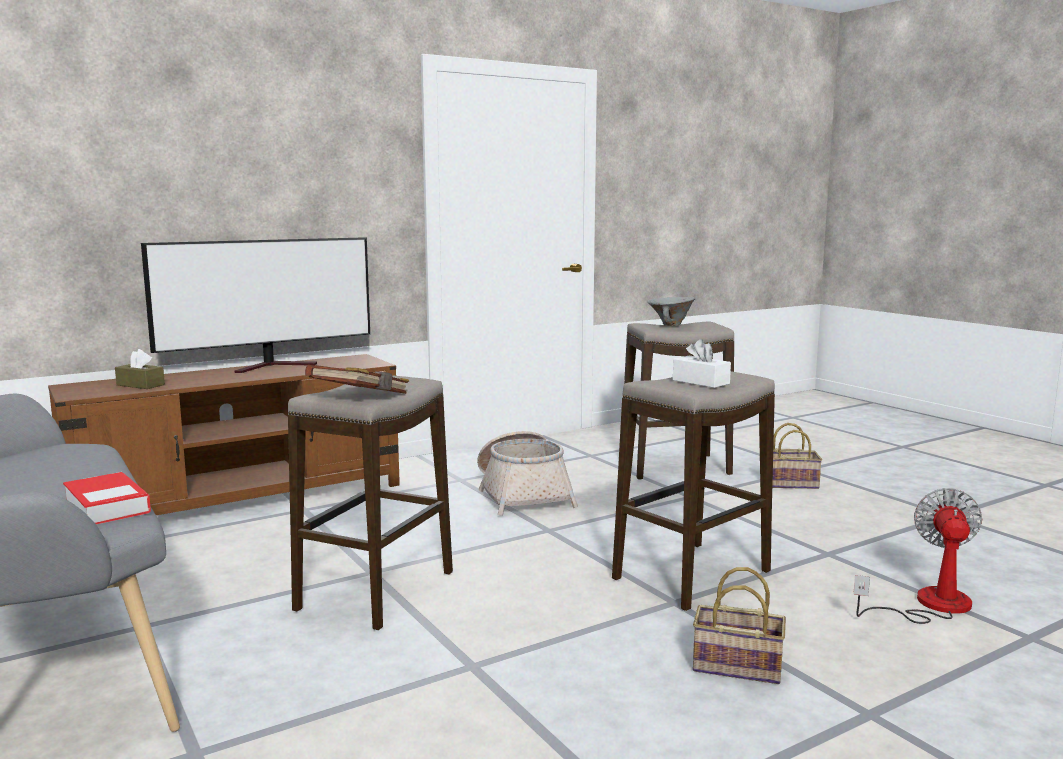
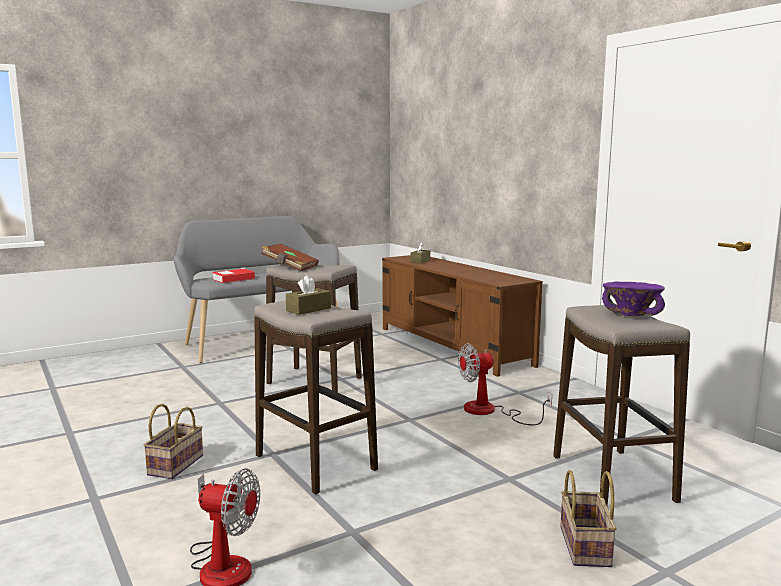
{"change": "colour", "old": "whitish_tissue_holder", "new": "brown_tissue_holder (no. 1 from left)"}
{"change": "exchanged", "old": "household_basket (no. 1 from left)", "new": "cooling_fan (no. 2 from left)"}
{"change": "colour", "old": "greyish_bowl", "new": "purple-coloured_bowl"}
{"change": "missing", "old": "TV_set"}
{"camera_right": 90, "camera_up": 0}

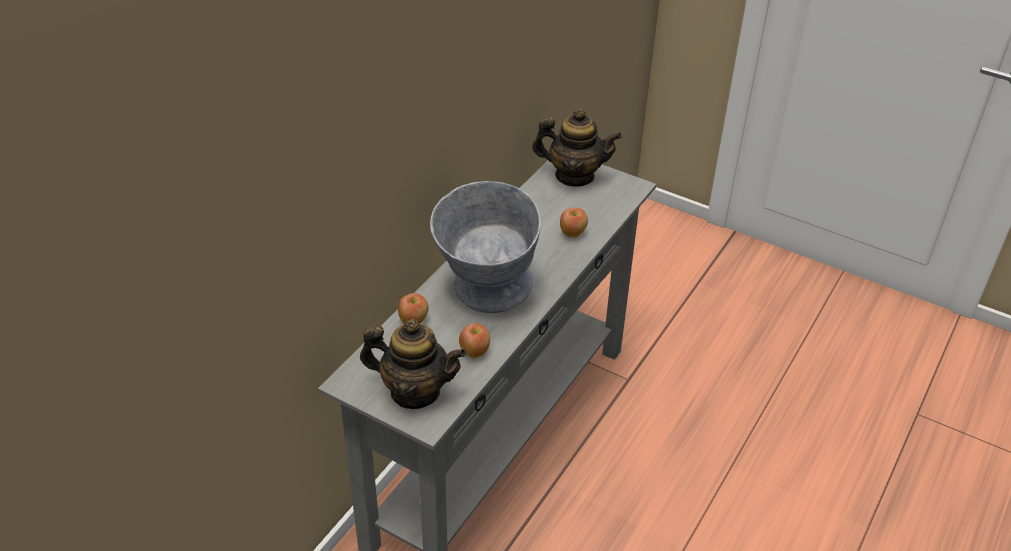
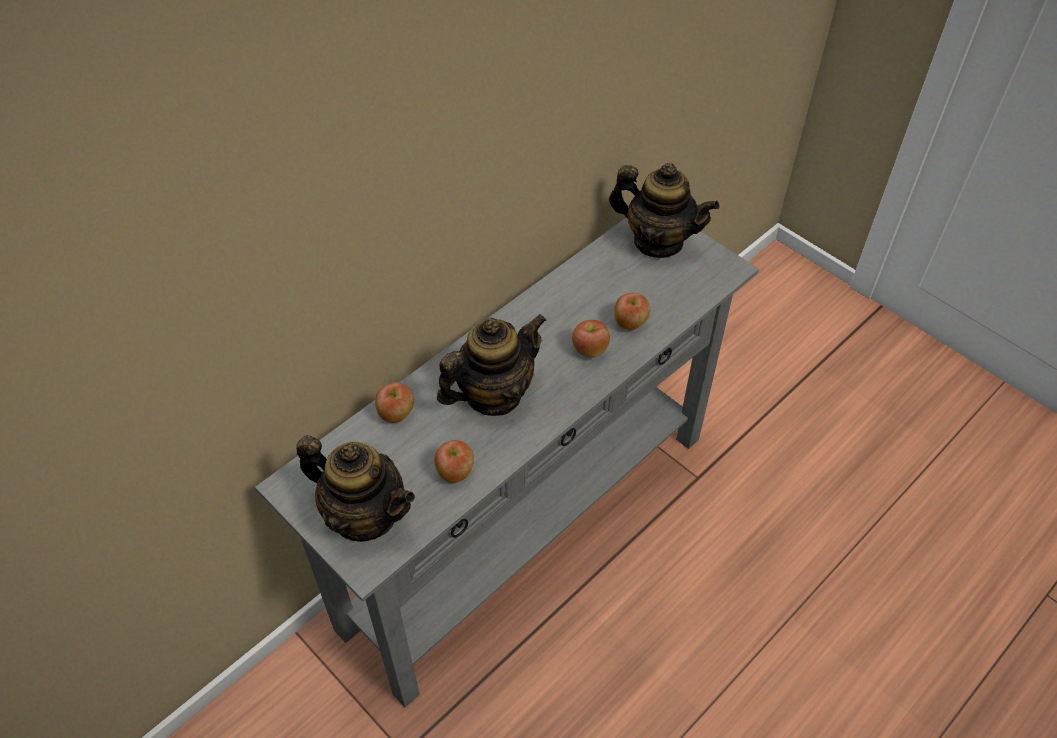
{"change": "exchanged", "old": "greyish_bowl", "new": "pot_for_tea (no. 2 from left)"}
{"change": "appeared", "new": "whole_apple (no. 3 from left)"}
{"camera_right": 15, "camera_up": 10}

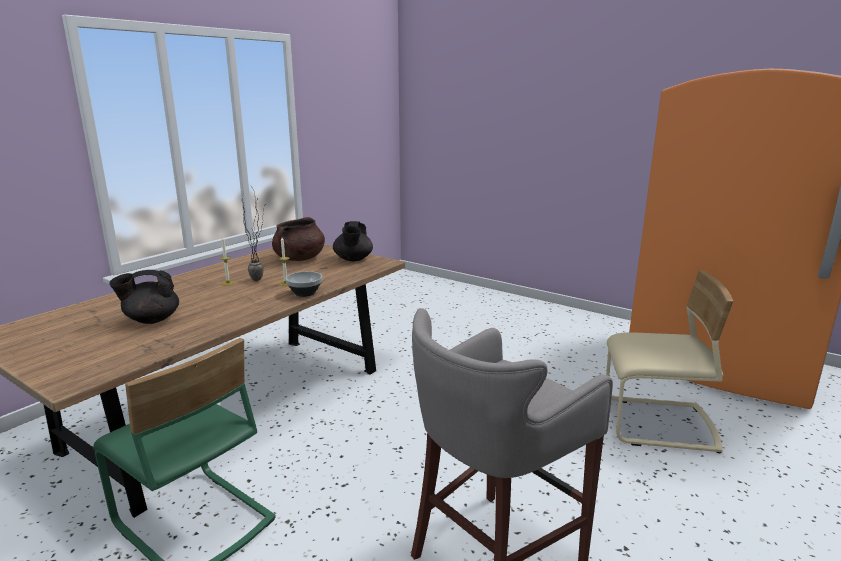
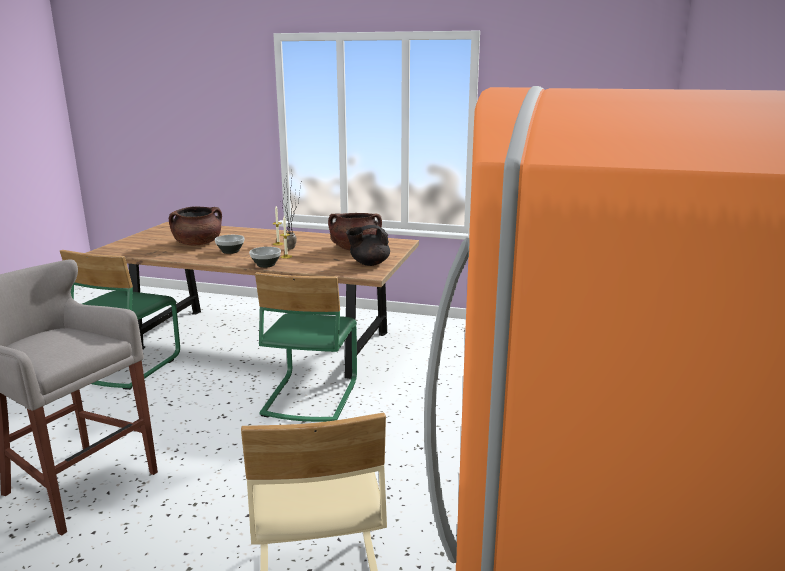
{"change": "exchanged", "old": "black_pot_for_tea (no. 1 from left)", "new": "brown_saucepot (no. 1 from left)"}
{"change": "appeared", "new": "bowl (no. 1 from left)"}
{"change": "appeared", "new": "greenish_plain_chair (no. 2 from left)"}
{"camera_right": 70, "camera_up": 0}

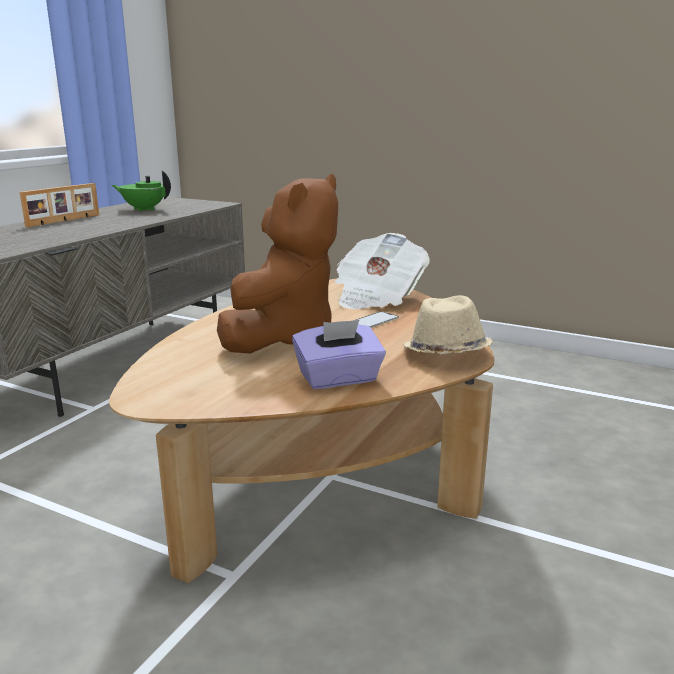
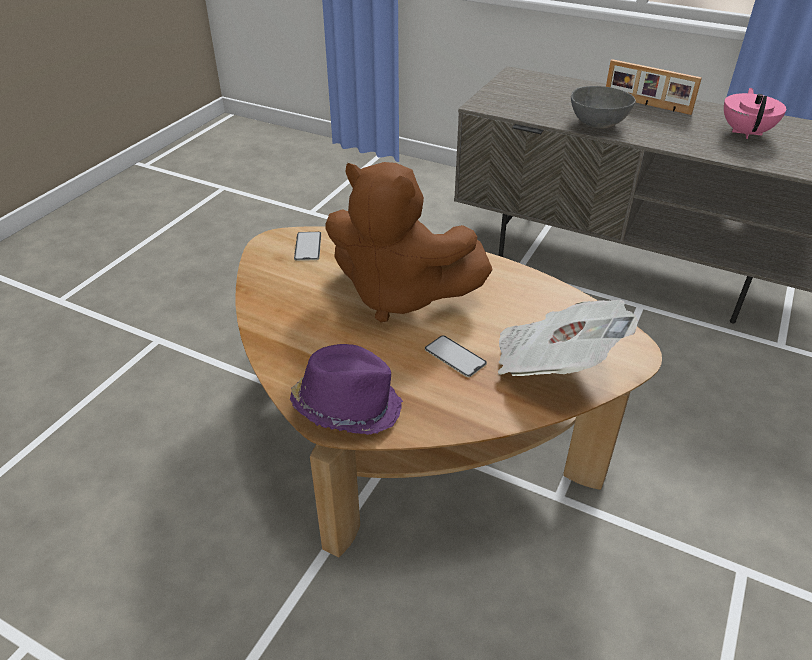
{"change": "colour", "old": "beige_wearable_hat", "new": "purple-coloured_wearable_hat"}
{"change": "appeared", "new": "telephone (no. 1 from left)"}
{"change": "appeared", "new": "greyish_bowl"}
{"change": "colour", "old": "greenish_pot_for_tea", "new": "pinkish_pot_for_tea"}
{"change": "missing", "old": "purple-coloured_tissue_holder"}
{"camera_right": 90, "camera_up": 20}

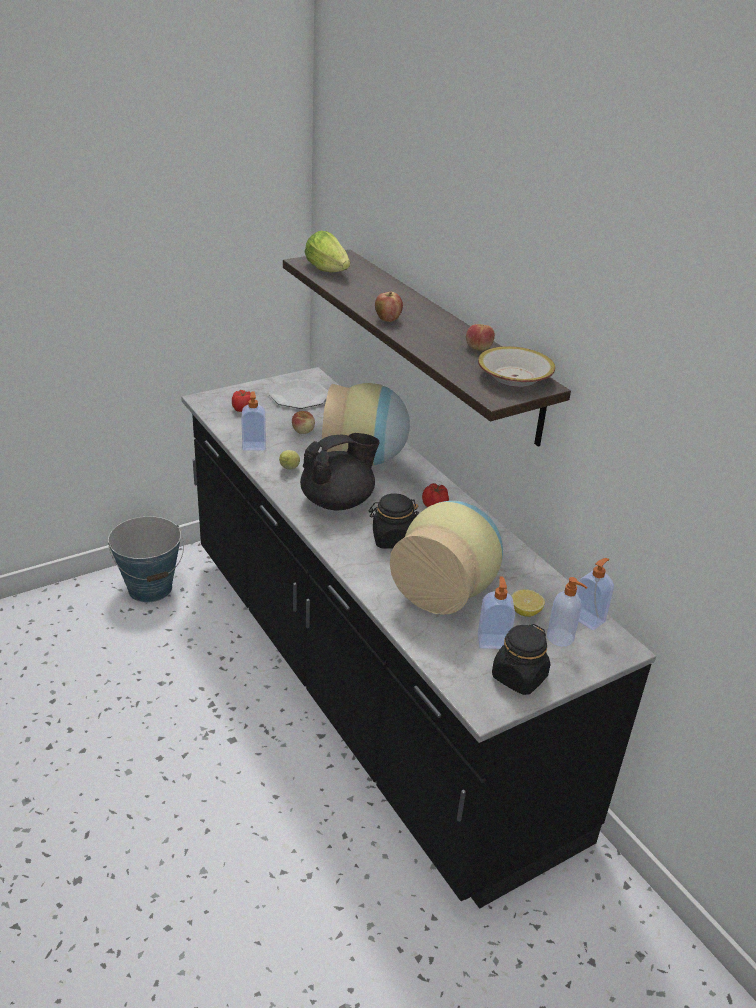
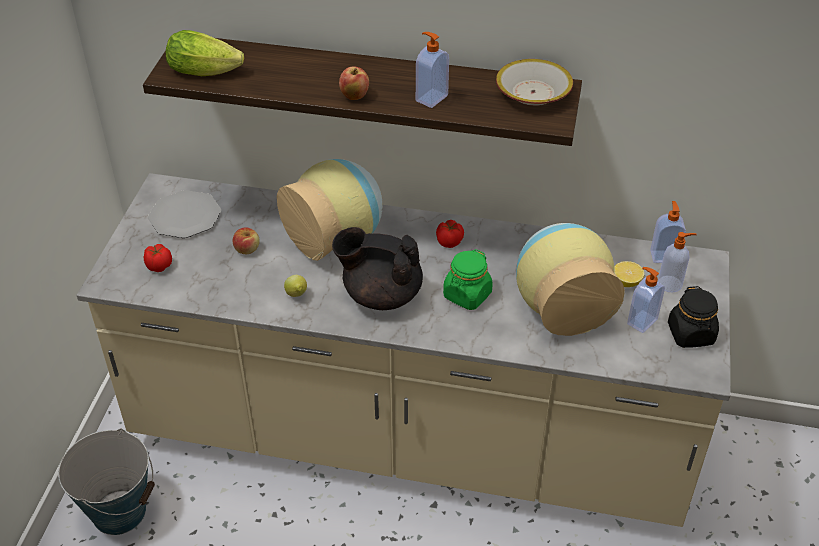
{"change": "colour", "old": "black_kitchen_counter", "new": "beige_kitchen_counter"}
{"change": "spun", "old": "black_pot_for_tea", "degrees": -90}
{"change": "relocated", "old": "soap_dispenser (no. 1 from left)"}
{"change": "colour", "old": "black_preserve_jar (no. 1 from left)", "new": "greenish_preserve_jar"}
{"change": "missing", "old": "whole_apple (no. 3 from left)"}
{"camera_right": -45, "camera_up": 10}

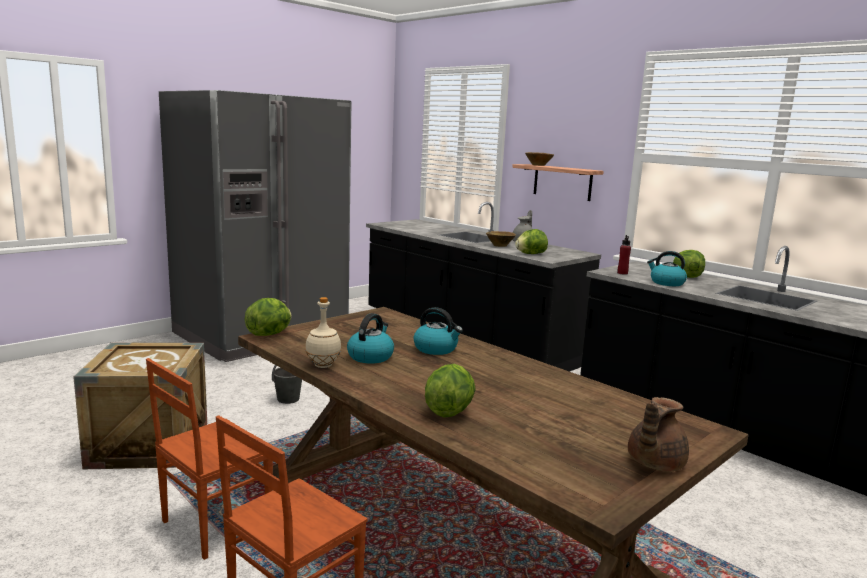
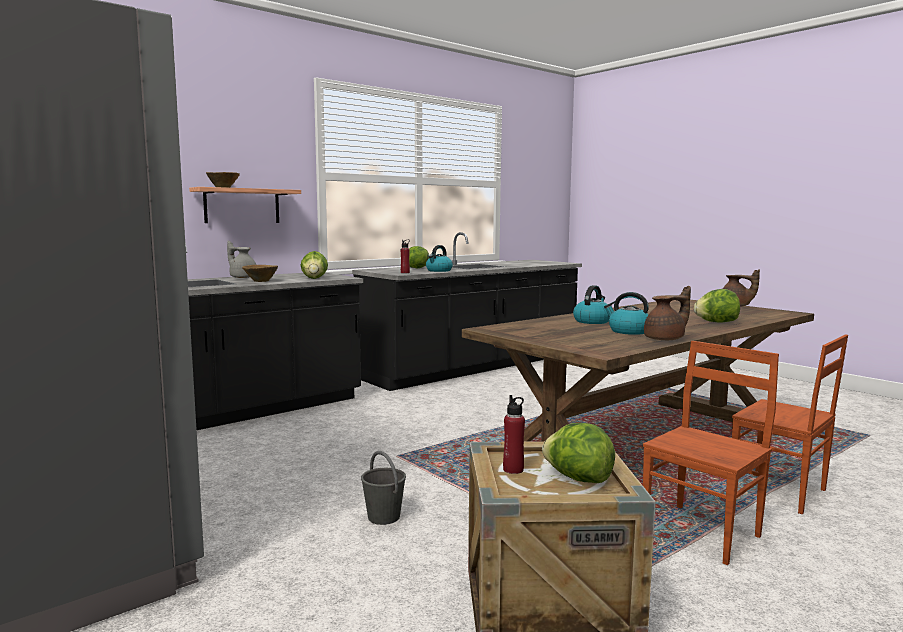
{"change": "appeared", "new": "red-coloured_drink_bottle (no. 2 from left)"}
{"change": "relocated", "old": "lettuce_head (no. 1 from left in the first image)", "new": "lettuce_head (no. 3 from left)"}
{"change": "spun", "old": "brown_plain_chair (no. 1 from left)", "degrees": -90}
{"change": "exchanged", "old": "beige_drink_bottle", "new": "brown_pot_for_tea (no. 1 from left)"}
{"camera_right": -85, "camera_up": -5}

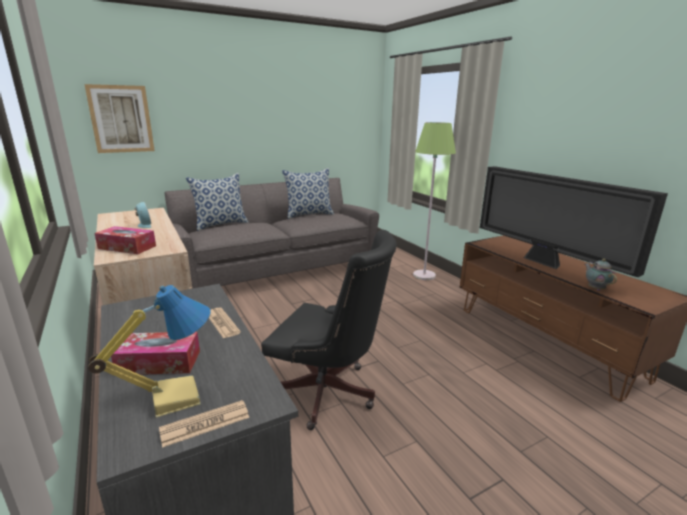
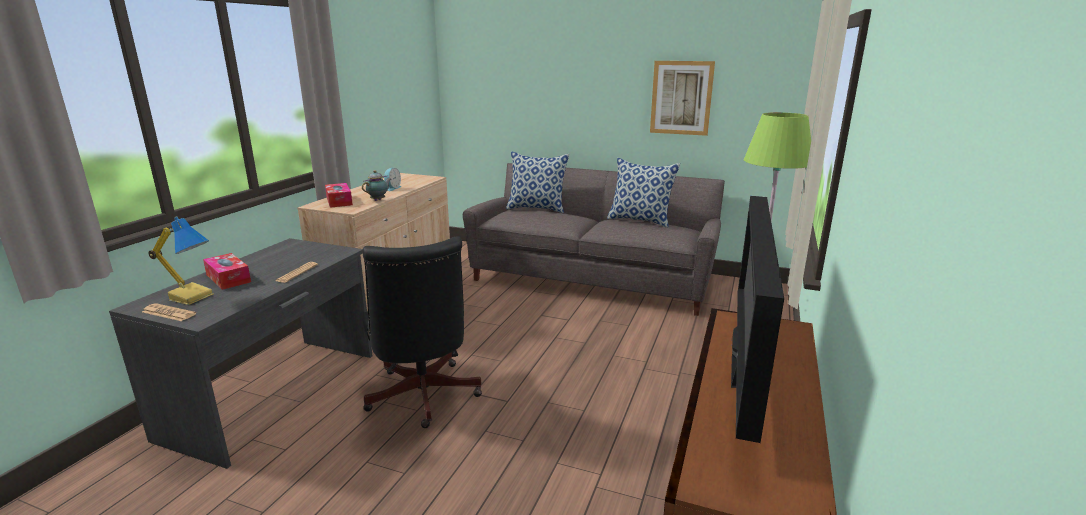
{"change": "relocated", "old": "pot_for_tea"}
{"change": "relocated", "old": "picture"}
{"camera_right": 50, "camera_up": 0}

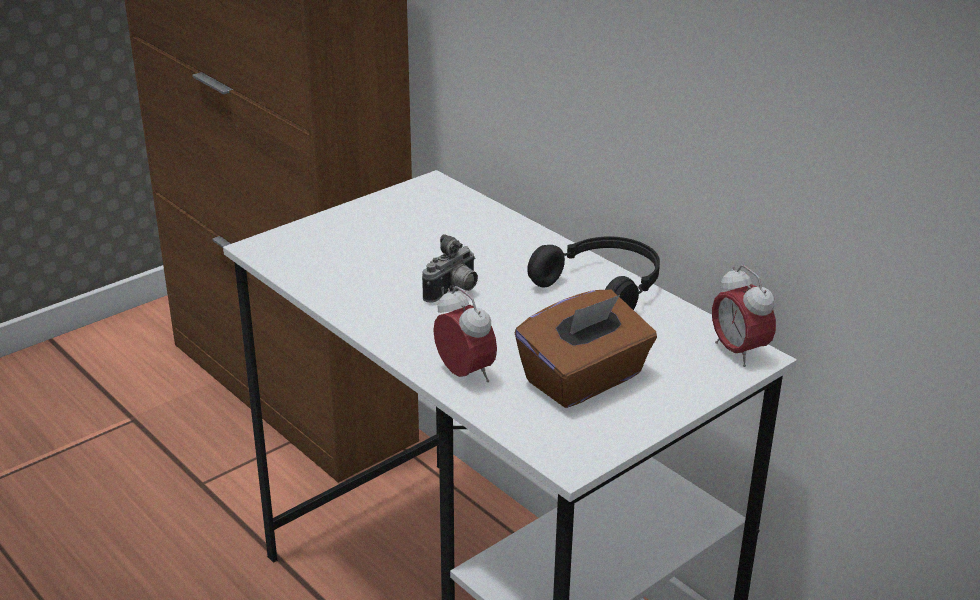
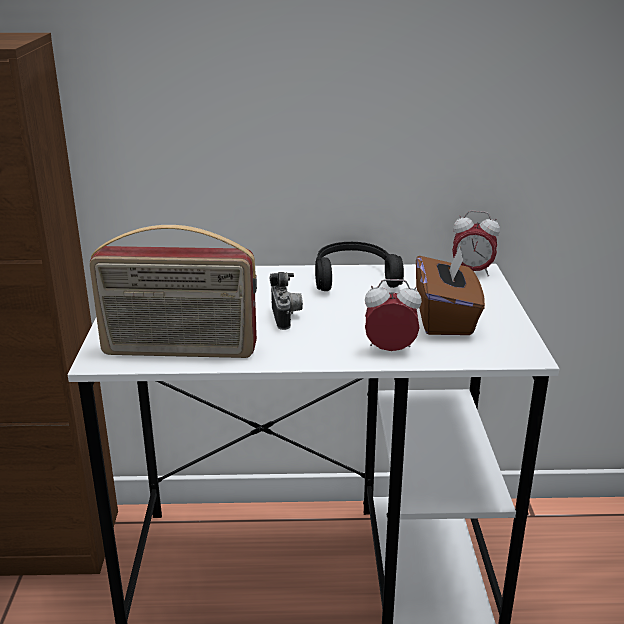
{"change": "appeared", "new": "radio_set"}
{"camera_right": -50, "camera_up": -5}

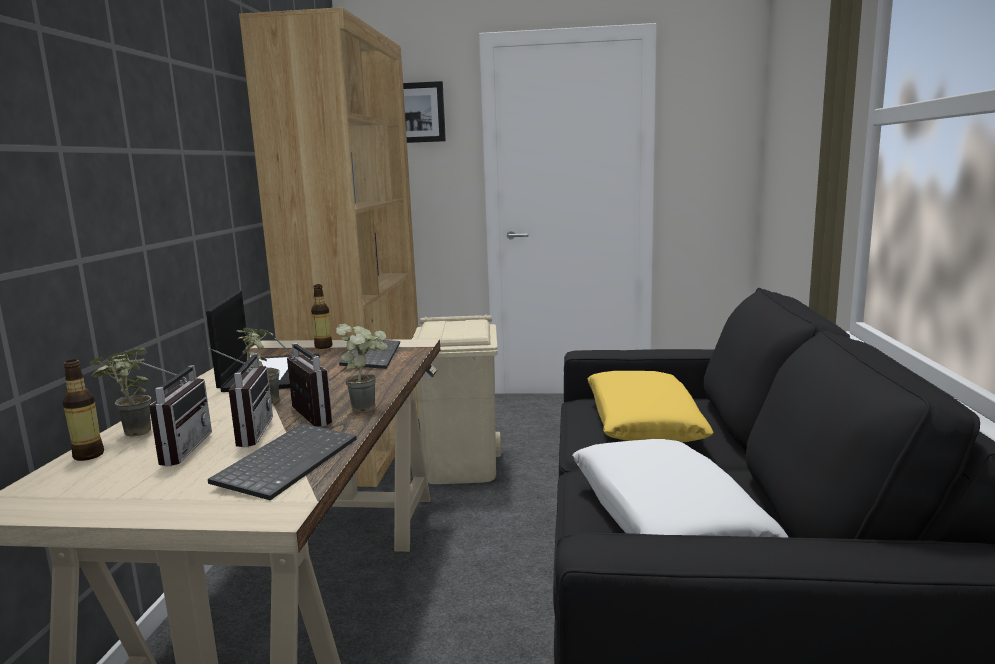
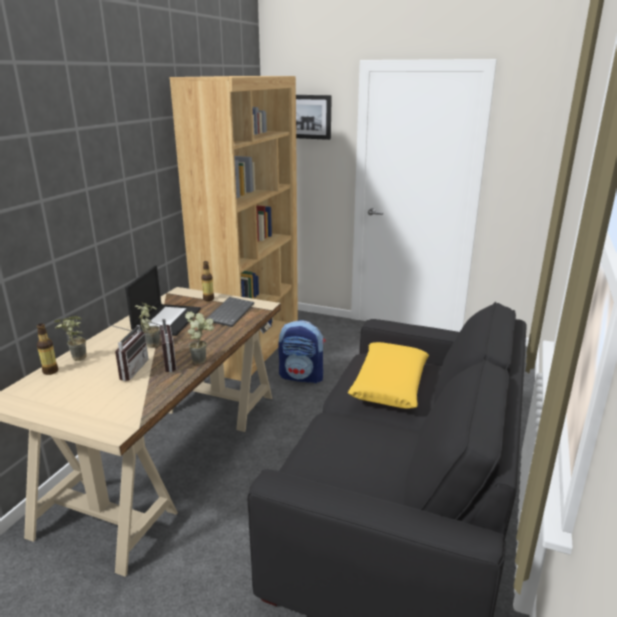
{"change": "exchanged", "old": "beige_trash_can", "new": "knapsack"}
{"change": "missing", "old": "radio_set (no. 1 from left)"}
{"change": "missing", "old": "PC_keyboard (no. 1 from left)"}
{"change": "missing", "old": "whitish_cushion"}
{"camera_right": 15, "camera_up": 10}

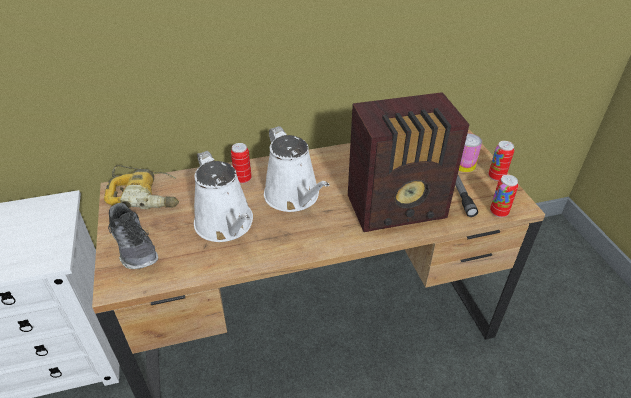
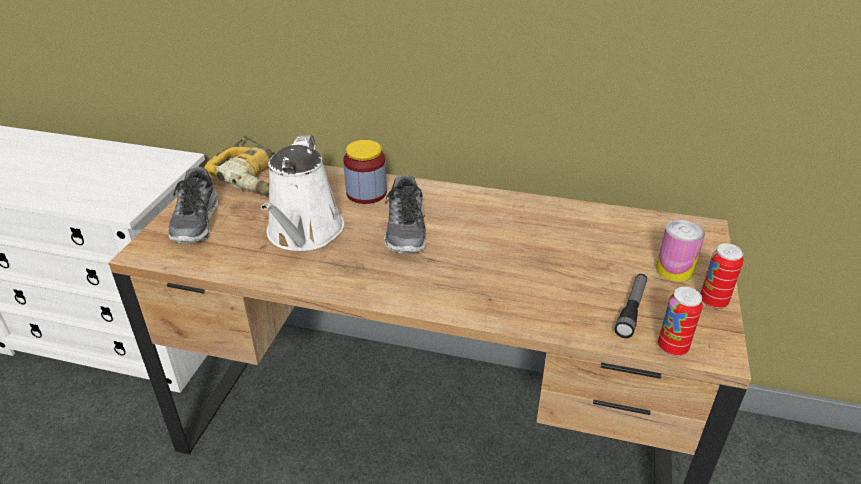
{"change": "exchanged", "old": "metal_can (no. 1 from left)", "new": "preserve_jar"}
{"change": "exchanged", "old": "whitish_watering_can (no. 2 from left)", "new": "low_shoe (no. 2 from left)"}
{"change": "missing", "old": "radio_set"}
{"camera_right": 30, "camera_up": -5}

